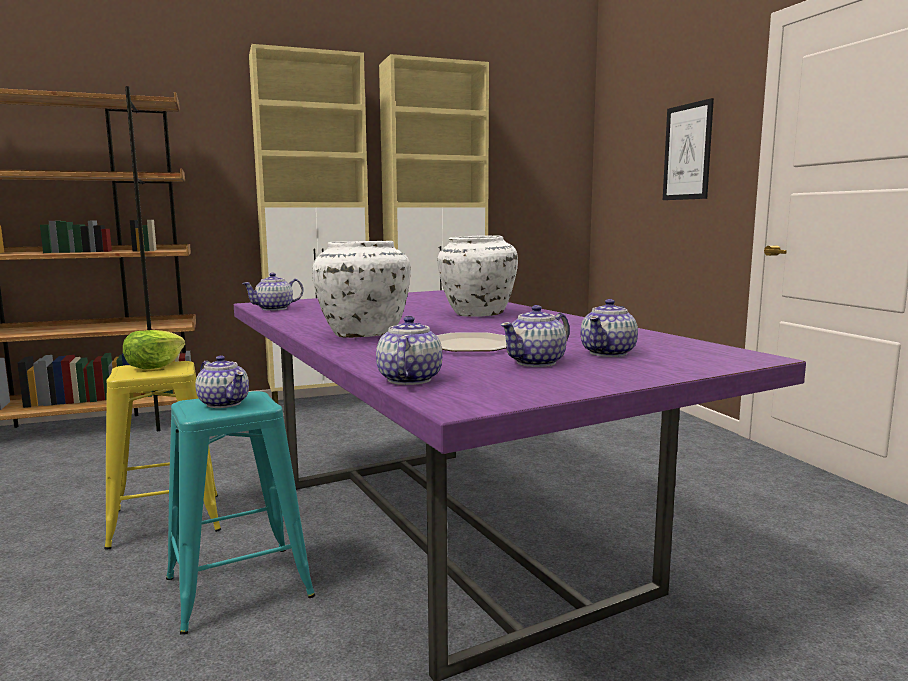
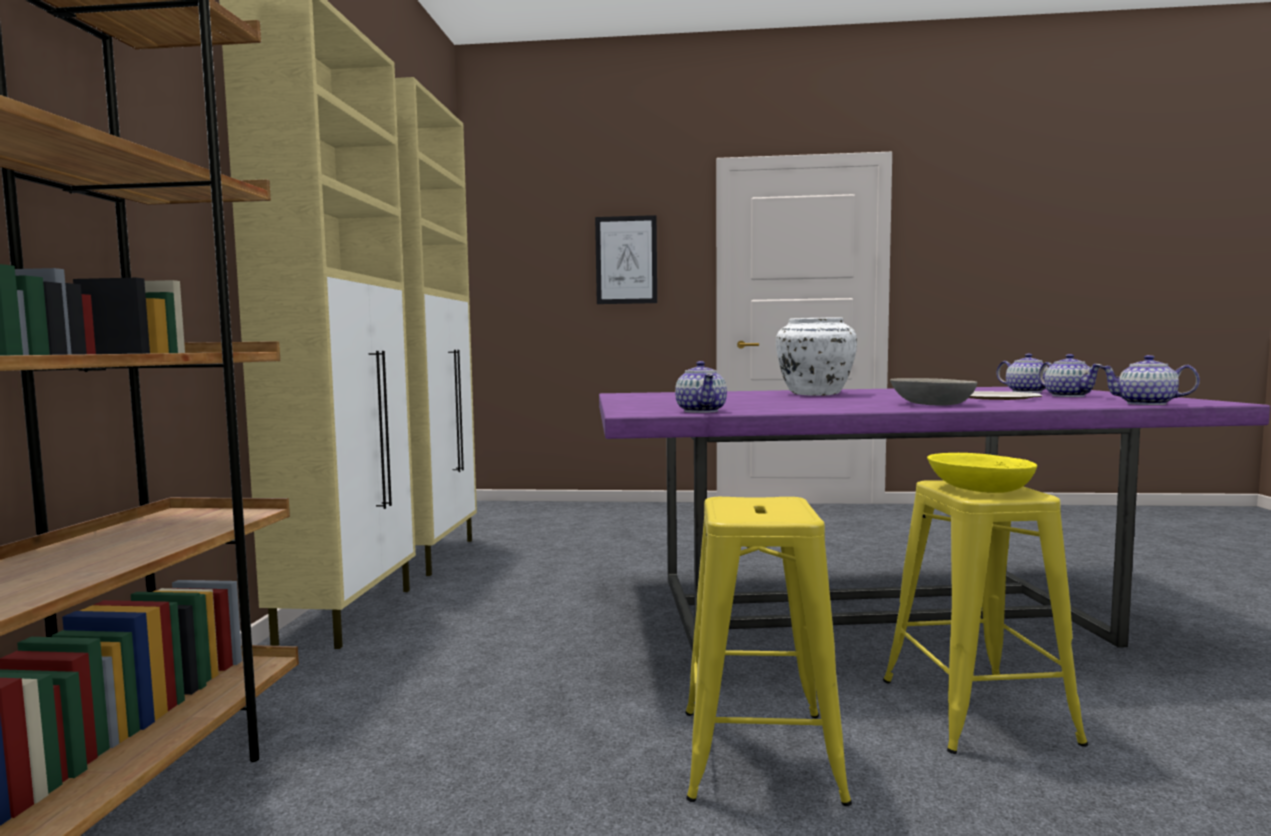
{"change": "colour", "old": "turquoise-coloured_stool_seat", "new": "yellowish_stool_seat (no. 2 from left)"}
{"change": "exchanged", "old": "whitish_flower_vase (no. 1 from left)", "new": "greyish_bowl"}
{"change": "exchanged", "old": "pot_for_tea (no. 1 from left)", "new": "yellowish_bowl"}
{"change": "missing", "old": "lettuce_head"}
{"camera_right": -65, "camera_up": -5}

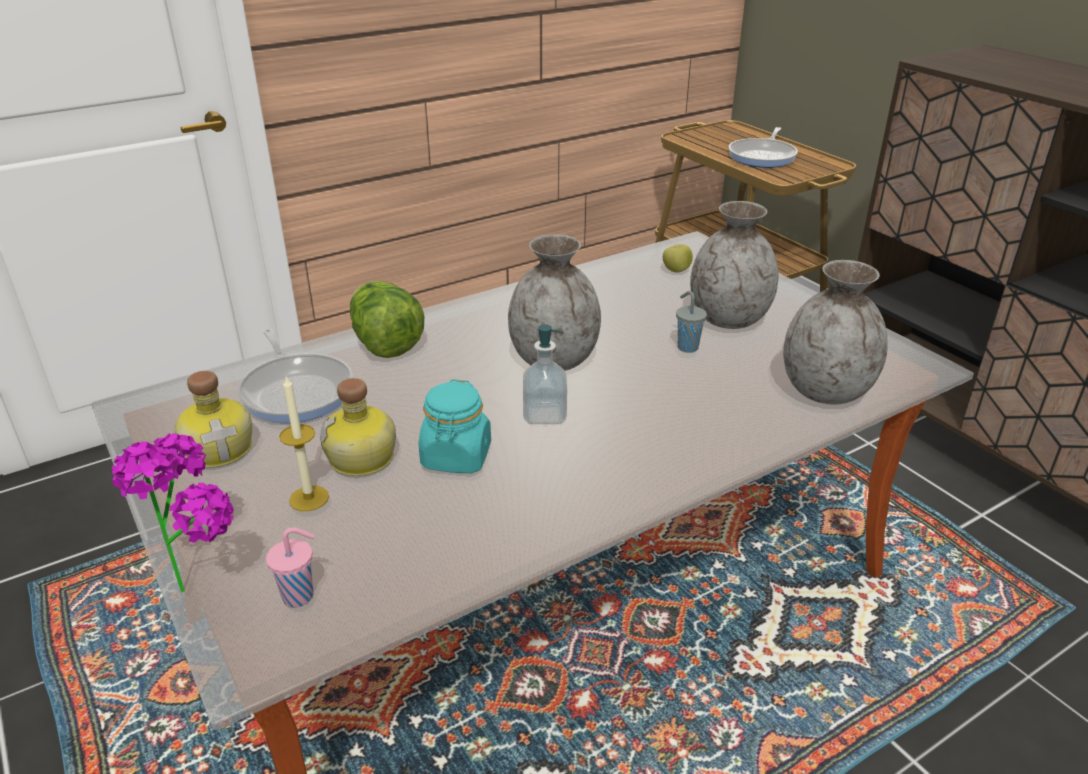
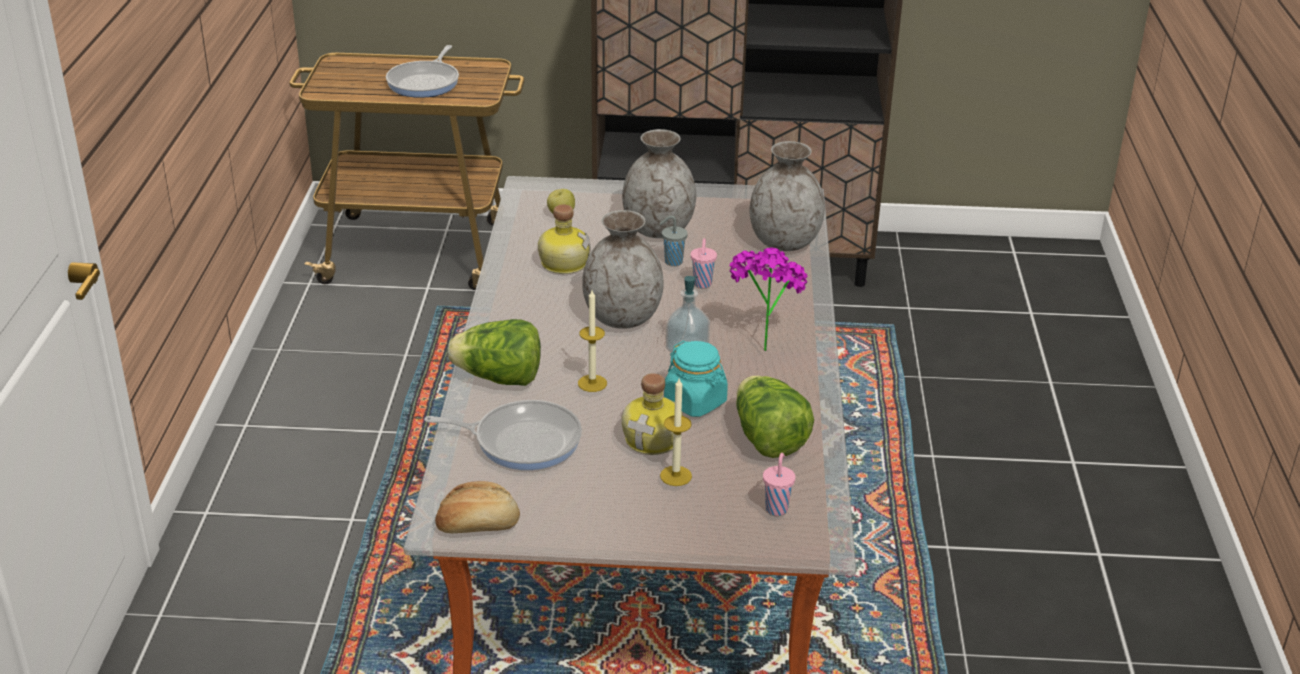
{"change": "spun", "old": "pan (no. 2 from left in the first image)", "degrees": 45}
{"change": "appeared", "new": "bakery_bread"}
{"change": "relocated", "old": "drink_bottle (no. 1 from left)"}
{"change": "appeared", "new": "wax_light (no. 1 from left)"}
{"change": "appeared", "new": "pinkish_drinking_cup (no. 1 from left)"}
{"change": "relocated", "old": "houseplant"}
{"change": "appeared", "new": "lettuce_head (no. 2 from left)"}
{"camera_right": -55, "camera_up": 0}

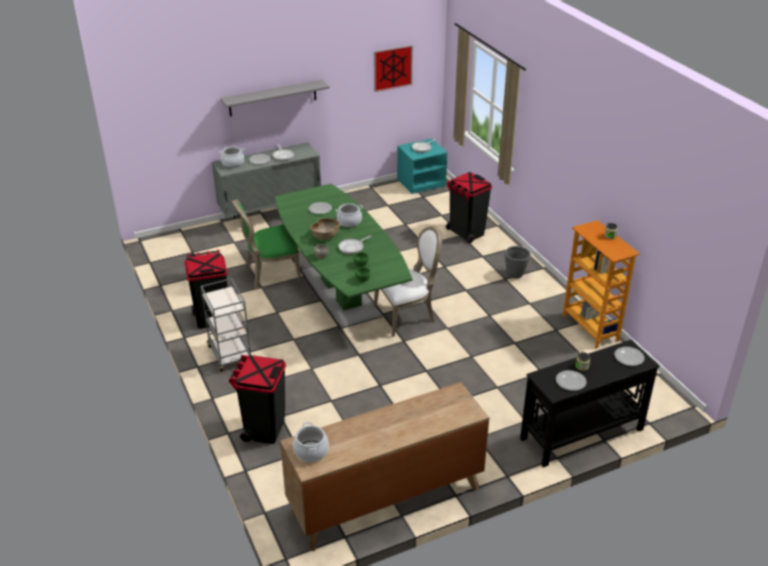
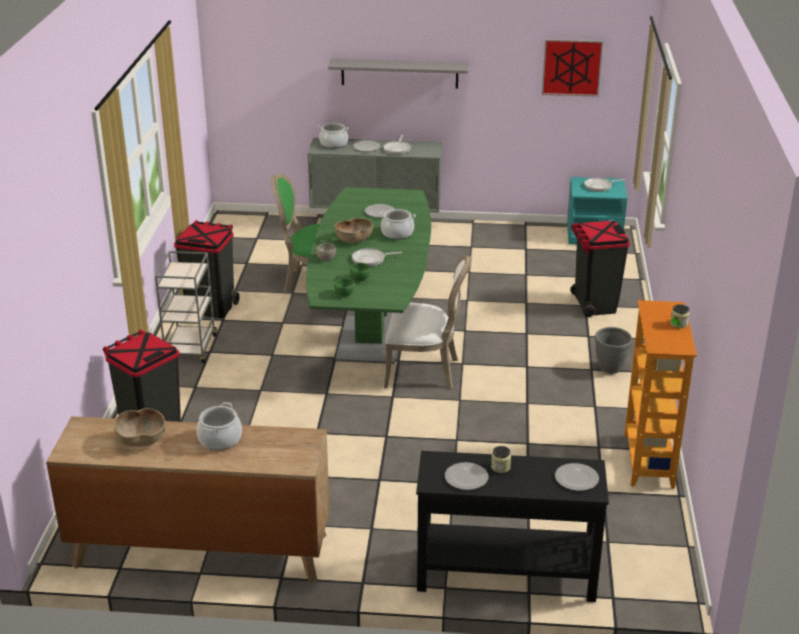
{"change": "appeared", "new": "brown_bowl (no. 1 from left)"}
{"change": "relocated", "old": "saucepot (no. 2 from left in the first image)", "new": "saucepot (no. 1 from left)"}
{"camera_right": 30, "camera_up": -5}

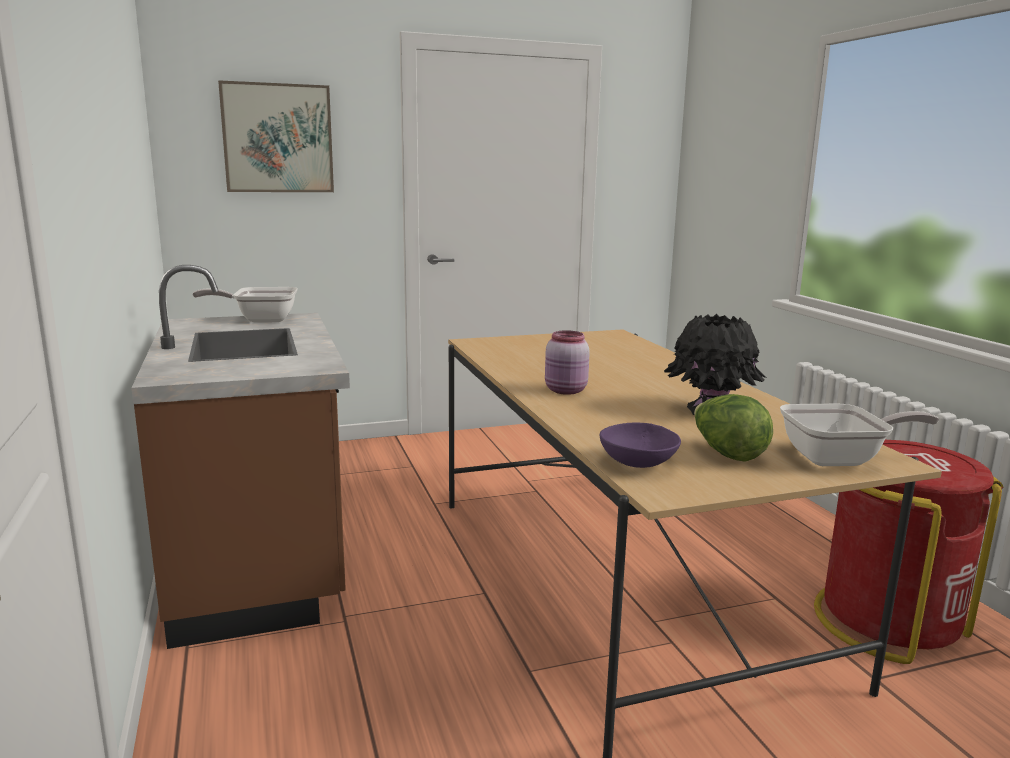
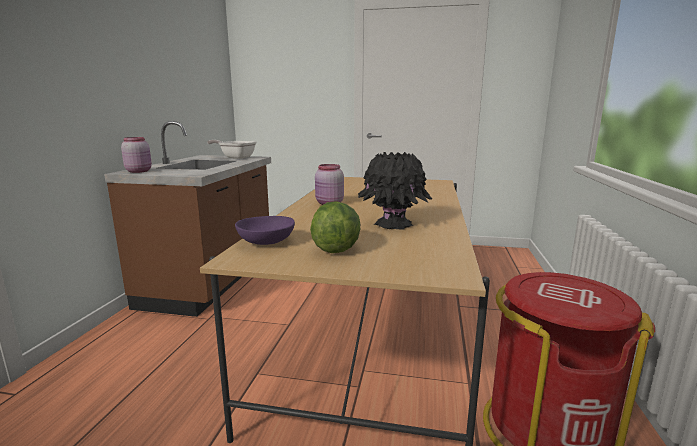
{"change": "appeared", "new": "pinkish_preserve_jar (no. 1 from left)"}
{"change": "missing", "old": "picture"}
{"change": "missing", "old": "pan (no. 2 from left)"}
{"camera_right": 30, "camera_up": 0}

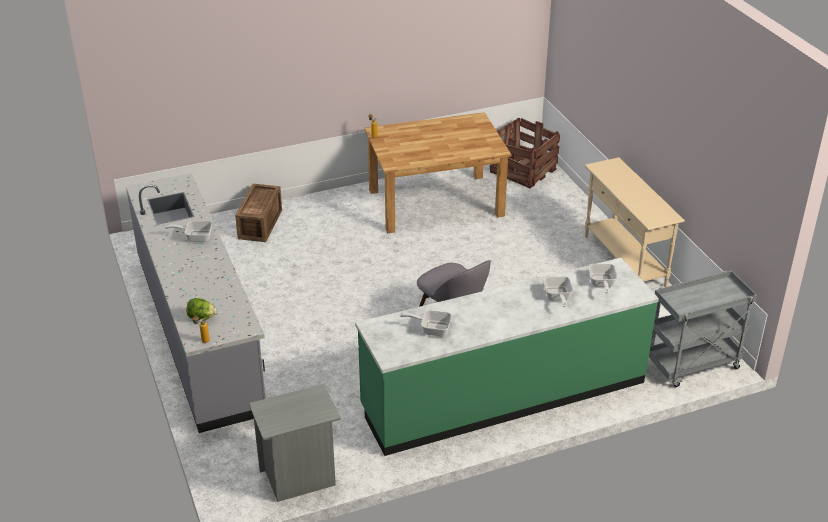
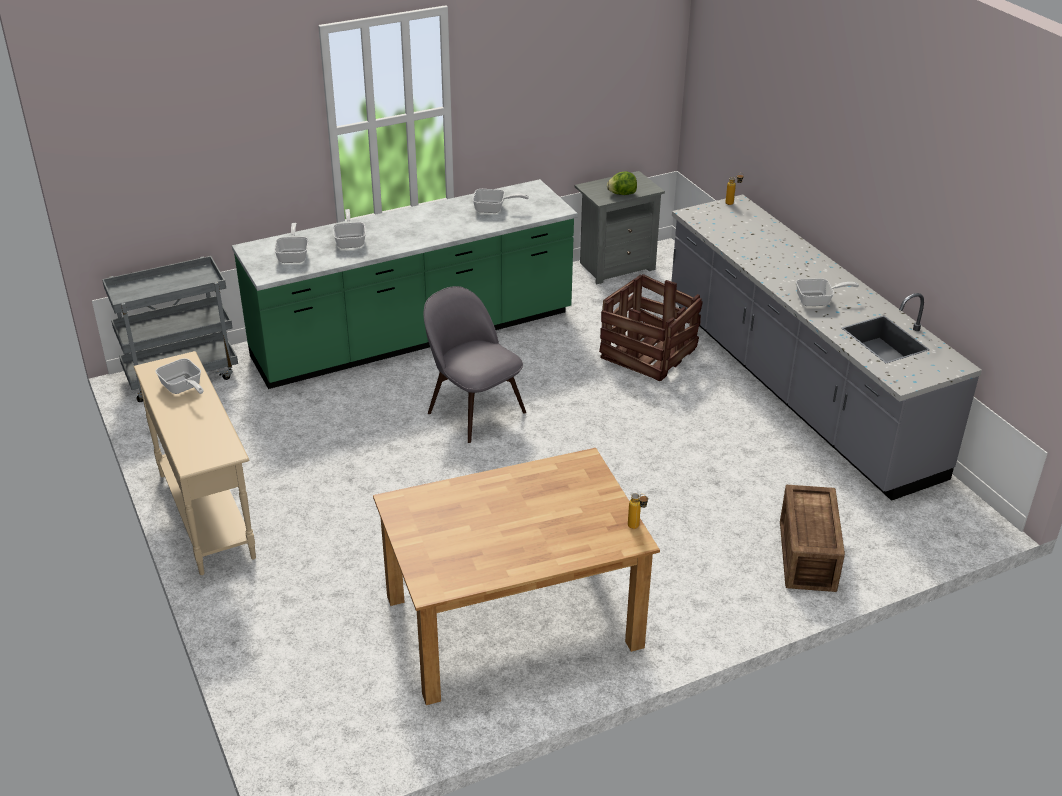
{"change": "appeared", "new": "pan (no. 1 from left)"}
{"change": "relocated", "old": "crate (no. 2 from left in the first image)", "new": "crate (no. 1 from left)"}
{"change": "relocated", "old": "lettuce_head"}
{"camera_right": 175, "camera_up": 0}

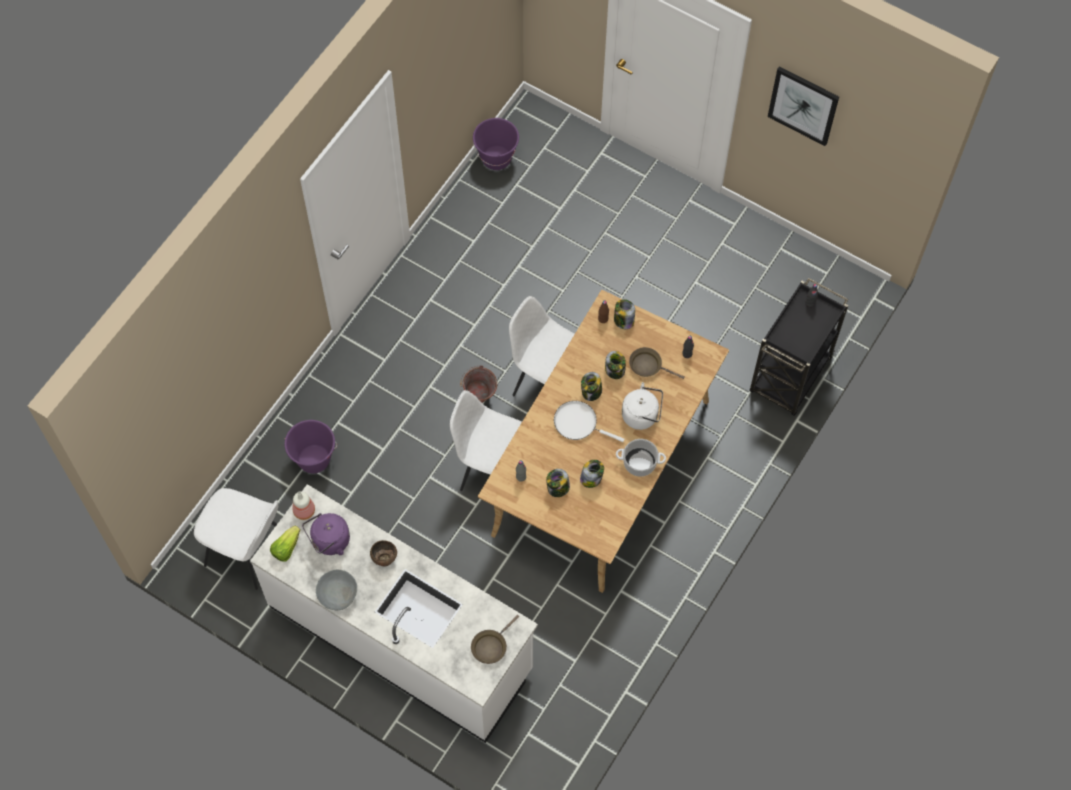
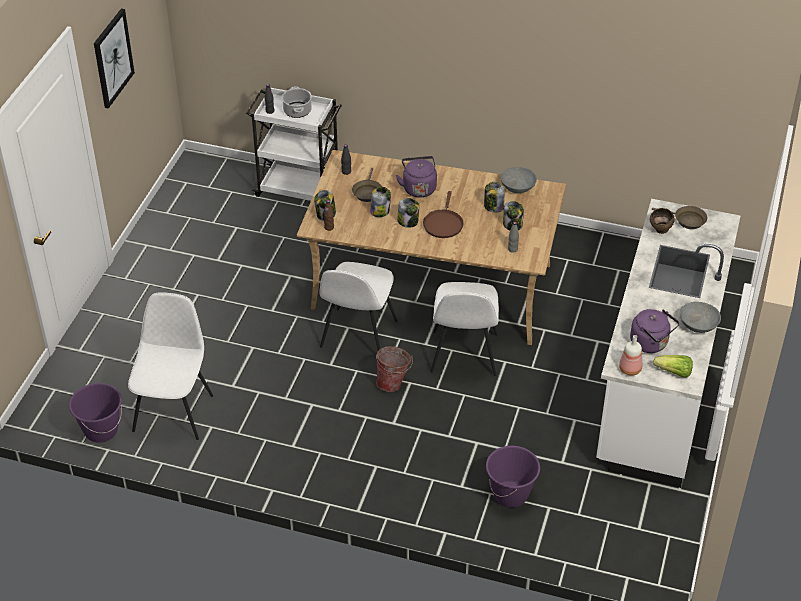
{"change": "relocated", "old": "whitish_plain_chair (no. 1 from left)"}
{"change": "colour", "old": "black_cart", "new": "whitish_cart"}
{"change": "relocated", "old": "saucepot"}
{"change": "colour", "old": "whitish_kettle", "new": "purple-coloured_kettle (no. 1 from left)"}
{"change": "colour", "old": "whitish_pan", "new": "brown_pan (no. 2 from left)"}
{"change": "appeared", "new": "greyish_bowl (no. 1 from left)"}
{"change": "relocated", "old": "brown_bowl"}
{"camera_right": -105, "camera_up": -20}

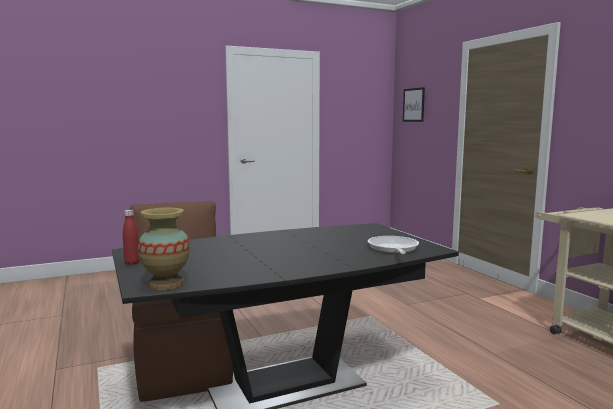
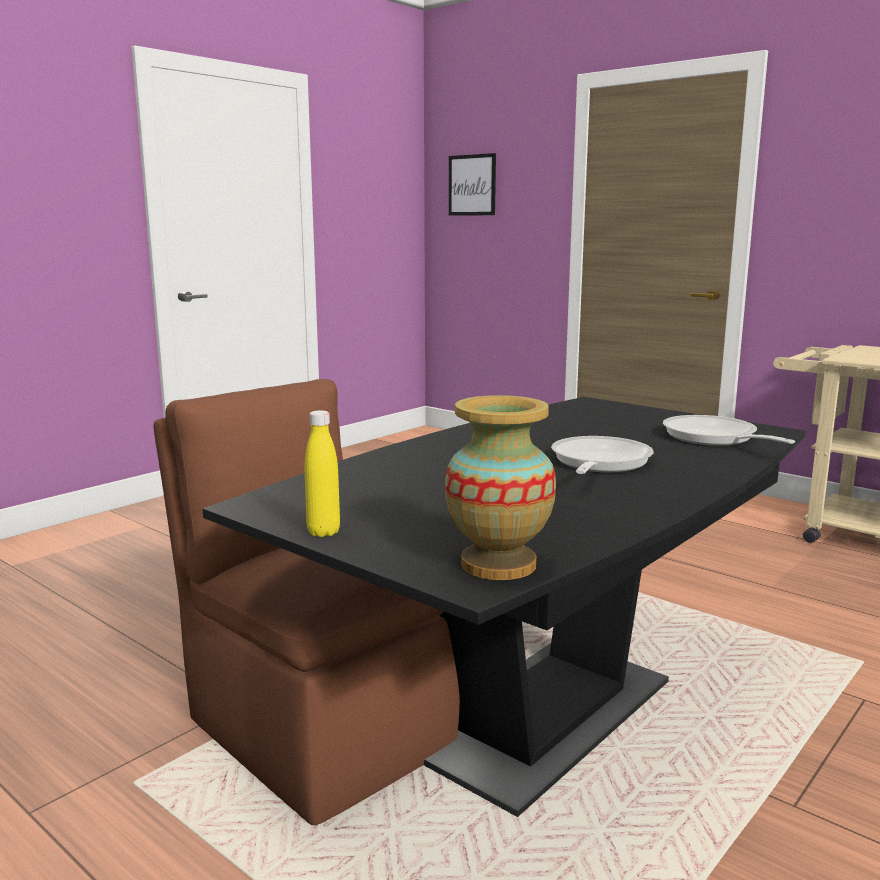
{"change": "colour", "old": "red-coloured_drink_bottle", "new": "yellowish_drink_bottle"}
{"change": "appeared", "new": "pan (no. 1 from left)"}
{"camera_right": -25, "camera_up": 5}

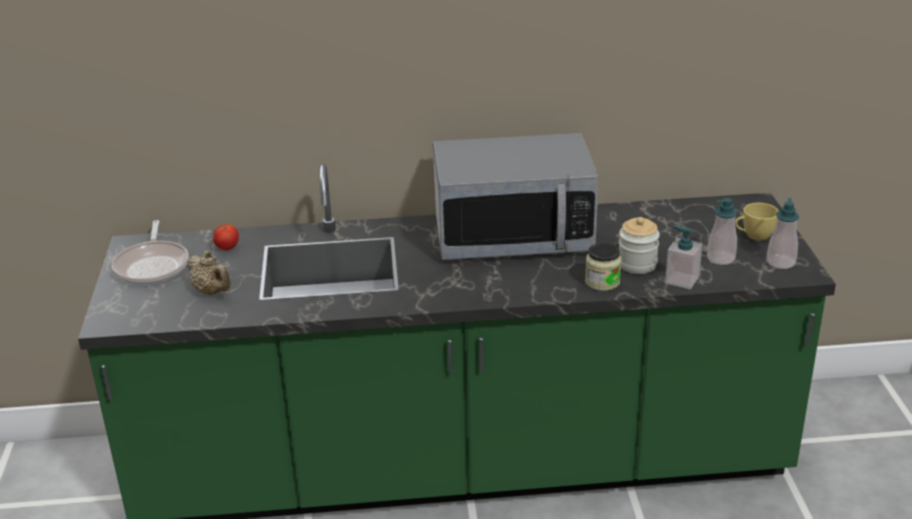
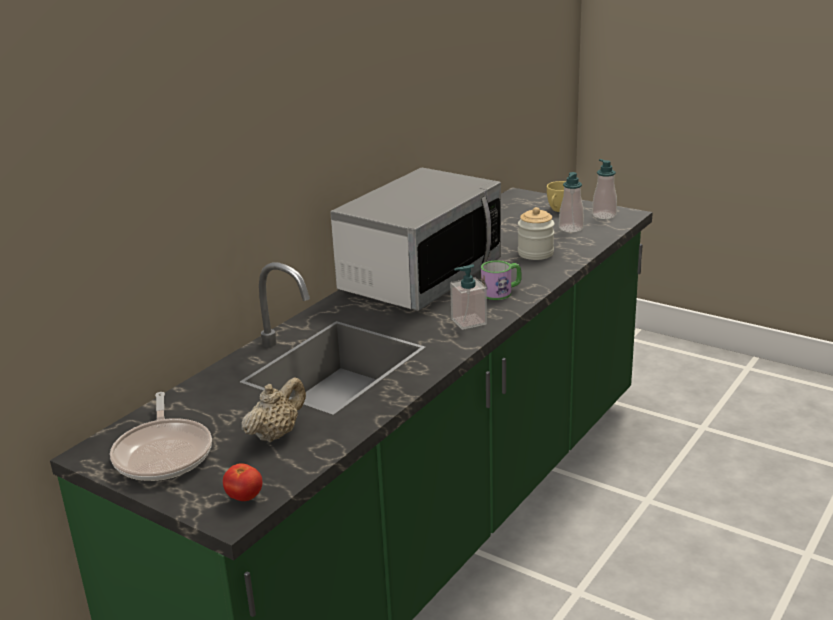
{"change": "spun", "old": "pan", "degrees": 45}
{"change": "relocated", "old": "fresh_tomato"}
{"change": "spun", "old": "beige_pot_for_tea", "degrees": -45}
{"change": "relocated", "old": "soap_dispenser (no. 1 from left)"}
{"change": "appeared", "new": "tea_mug"}
{"change": "missing", "old": "preserve_jar (no. 1 from left)"}
{"camera_right": -50, "camera_up": -5}

